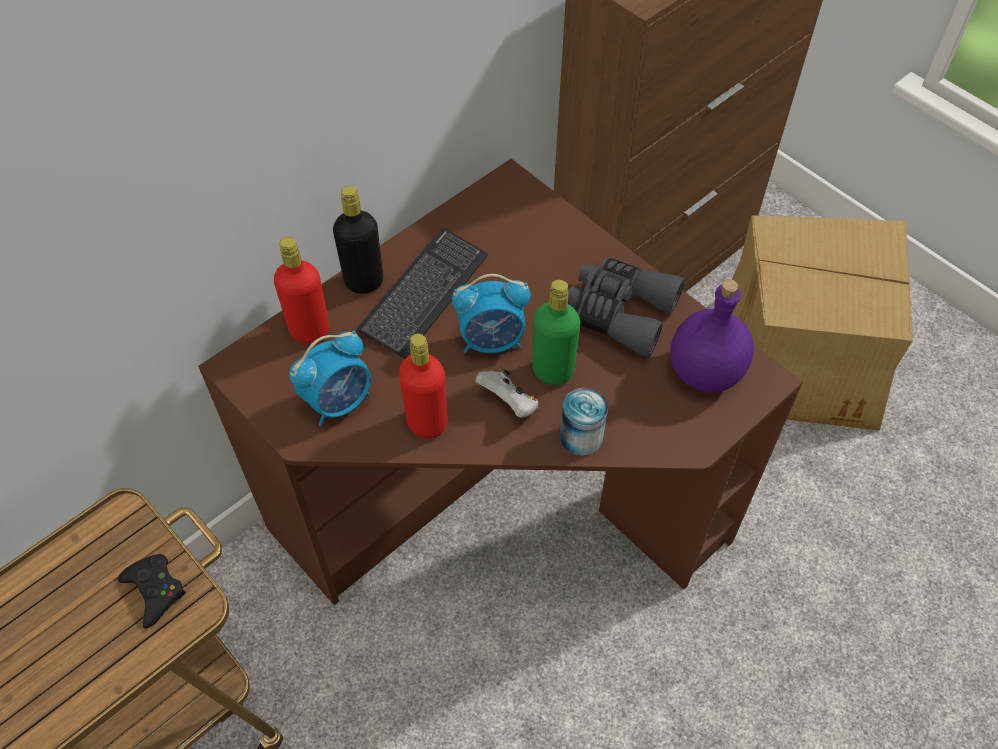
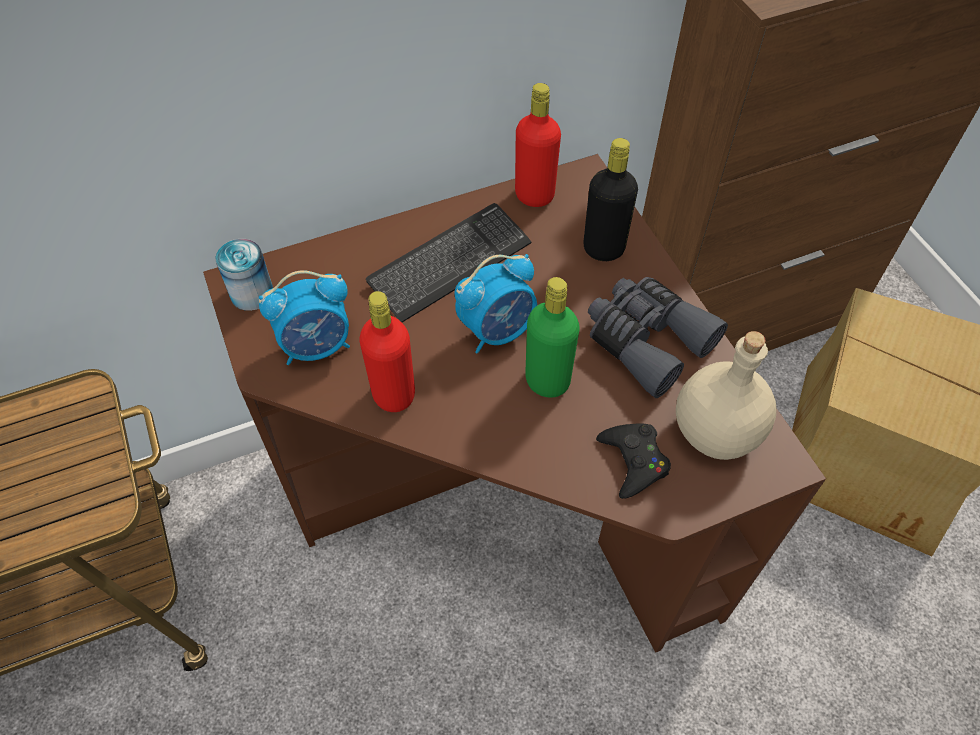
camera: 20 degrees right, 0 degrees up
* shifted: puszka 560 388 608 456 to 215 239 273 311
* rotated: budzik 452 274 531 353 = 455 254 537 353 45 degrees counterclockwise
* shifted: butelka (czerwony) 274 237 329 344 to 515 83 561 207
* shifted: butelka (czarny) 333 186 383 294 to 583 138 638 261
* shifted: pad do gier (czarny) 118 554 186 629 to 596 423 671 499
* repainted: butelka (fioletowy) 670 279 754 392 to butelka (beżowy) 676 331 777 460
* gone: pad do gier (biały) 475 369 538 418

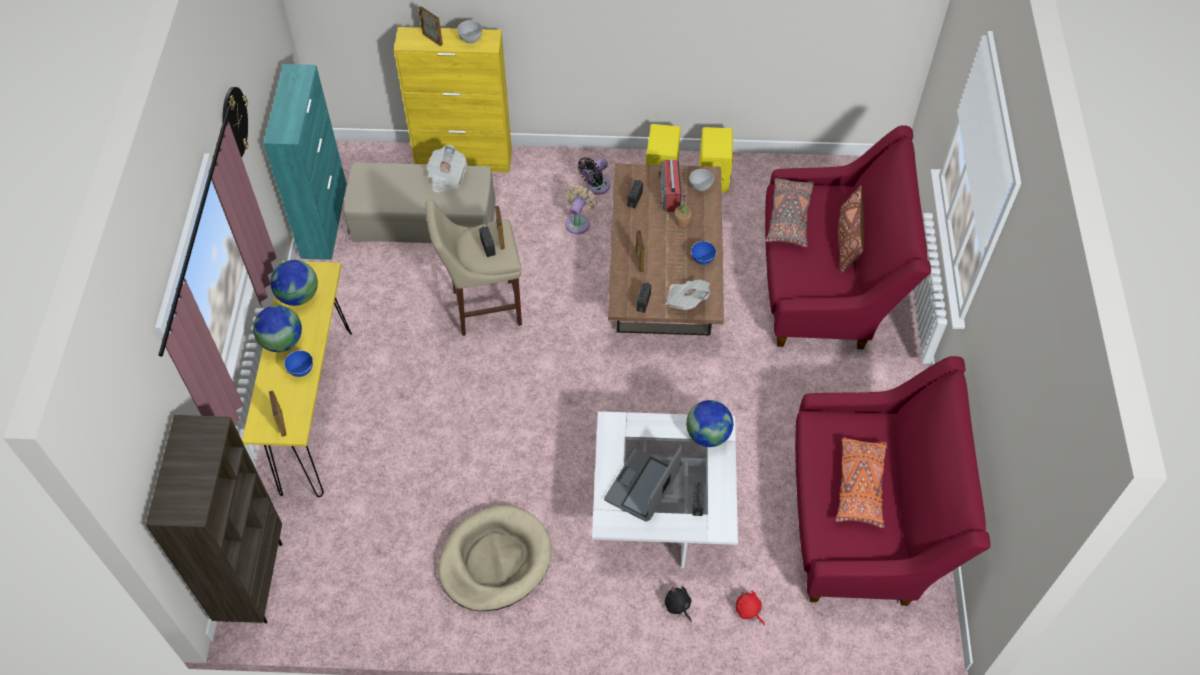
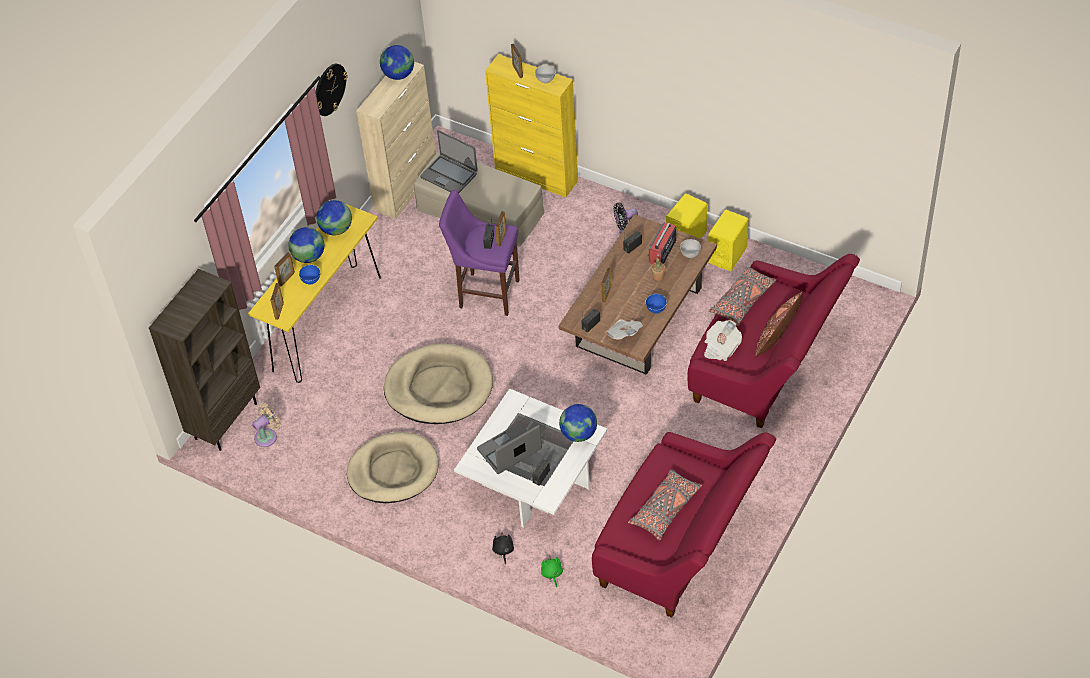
camera: 30 degrees right, 5 degrees down
* shifted: wentylator (beżowy) 565 185 597 234 to 252 403 281 447
* new: ramka na zdjęcie 274 252 295 286
* repainted: szafka (turkusowy) 263 64 347 260 to szafka (beżowy) 356 62 436 219
* new: globus 380 45 414 80
* new: legowisko (beżowy) 384 344 493 424
* new: laptop 420 130 478 193
* repainted: stołek (beżowy) 425 200 522 336 to stołek (fioletowy) 439 190 520 316
* repainted: pluszak (czerwony) 736 591 765 626 to pluszak (zielony) 541 555 563 588
* repainted: poduszka (pomarańczowy) 836 437 887 528 to poduszka (szary) 628 470 702 540
* shifted: gazeta 426 145 467 192 to 704 320 742 361

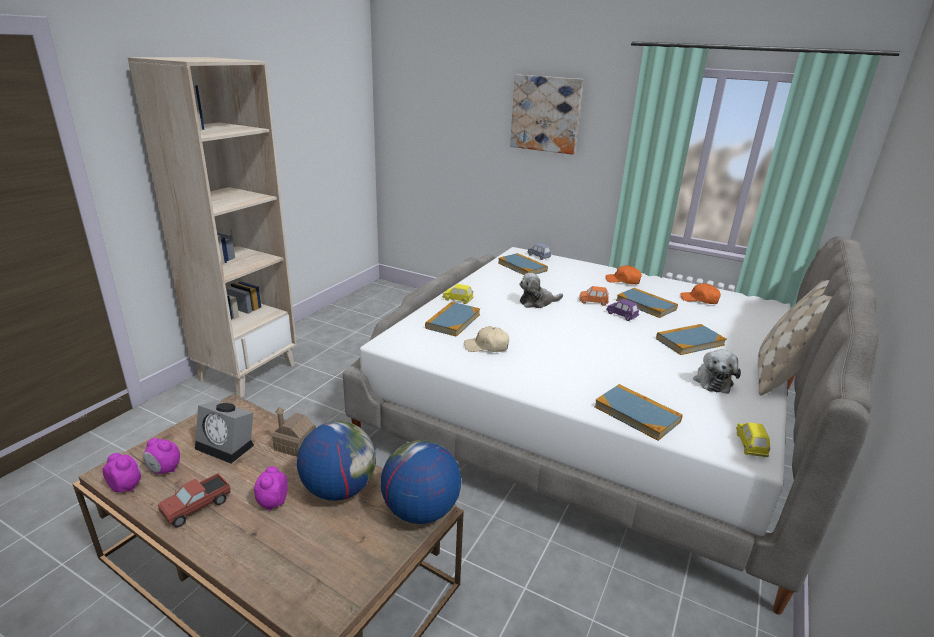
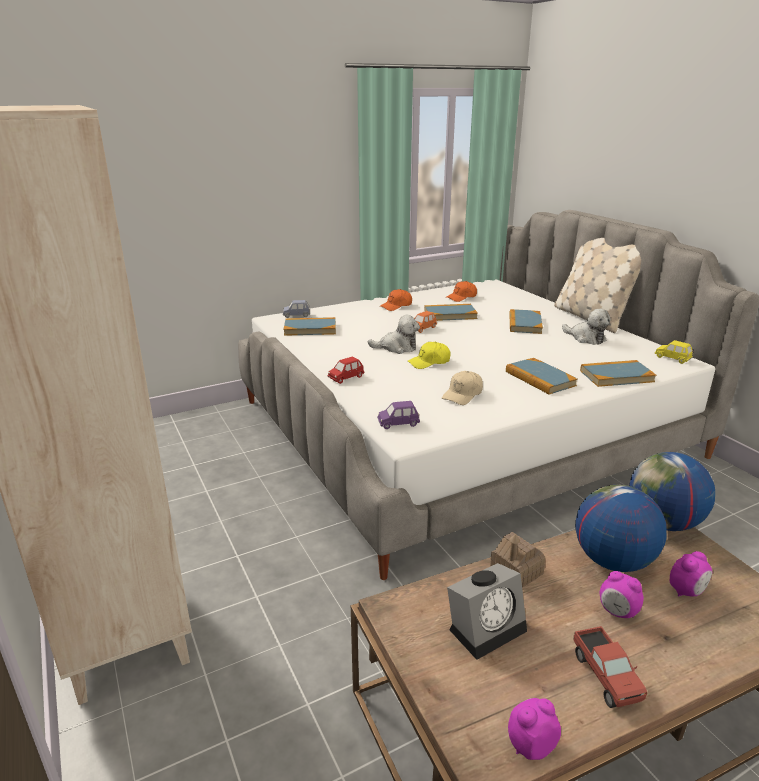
camera: 55 degrees left, 0 degrees up
* repainted: samochodzik (żółty) 442 284 474 304 to samochodzik (czerwony) 327 357 364 384
* rotated: pluszak 519 273 563 308 = 368 315 420 354 105 degrees counterclockwise
* shifted: samochodzik (fioletowy) 606 299 639 321 to 377 401 420 429
* new: czapka z daszkiem (żółty) 408 342 451 369
* shifted: książka 425 302 480 337 to 506 358 578 395
* shifted: budzik 143 438 180 474 to 670 551 712 596
* gone: obraz 510 75 584 155

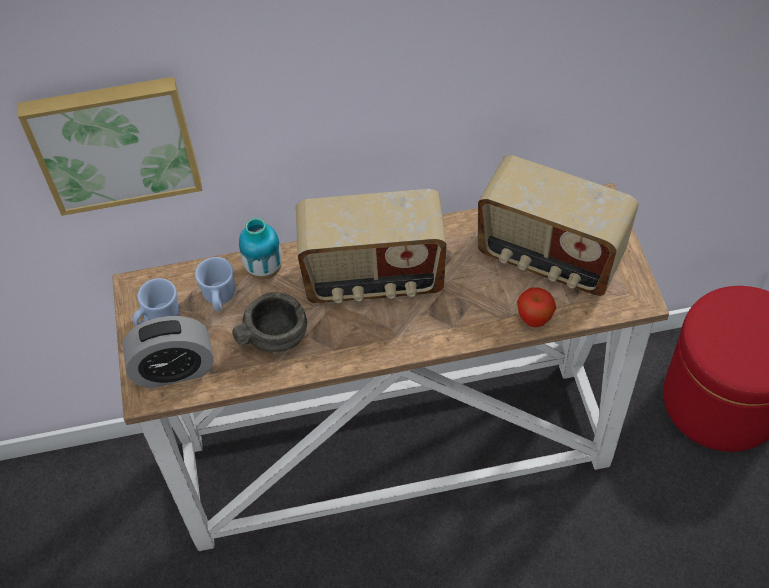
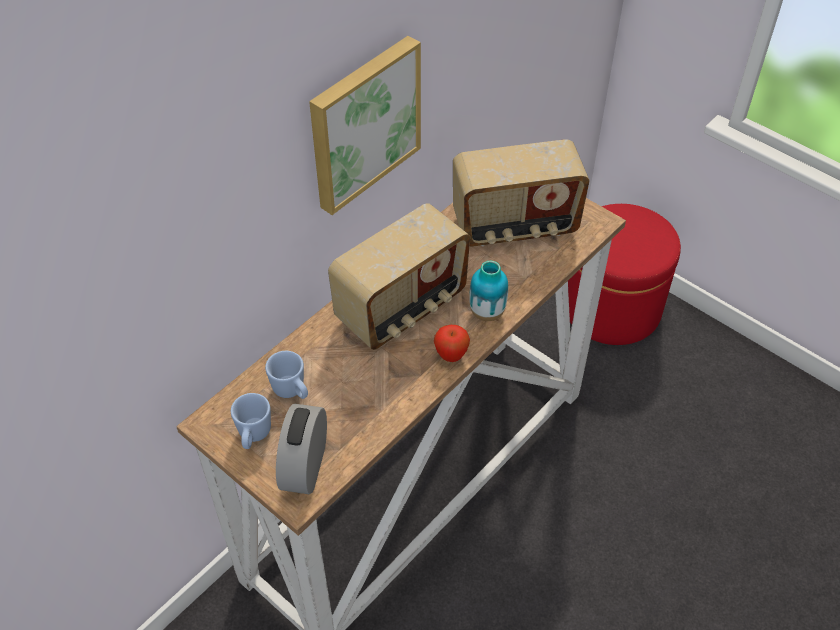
camera: 40 degrees left, 5 degrees down
* rotated: budzik 122 316 213 388 = 276 404 327 494 150 degrees clockwise
* shifted: obraz 18 77 202 216 to 309 36 421 215
* shifted: jabłko 517 287 556 327 to 434 325 470 362
* shifted: wazon 239 218 282 280 to 469 261 508 321
* gone: miska (szary) 232 292 307 352

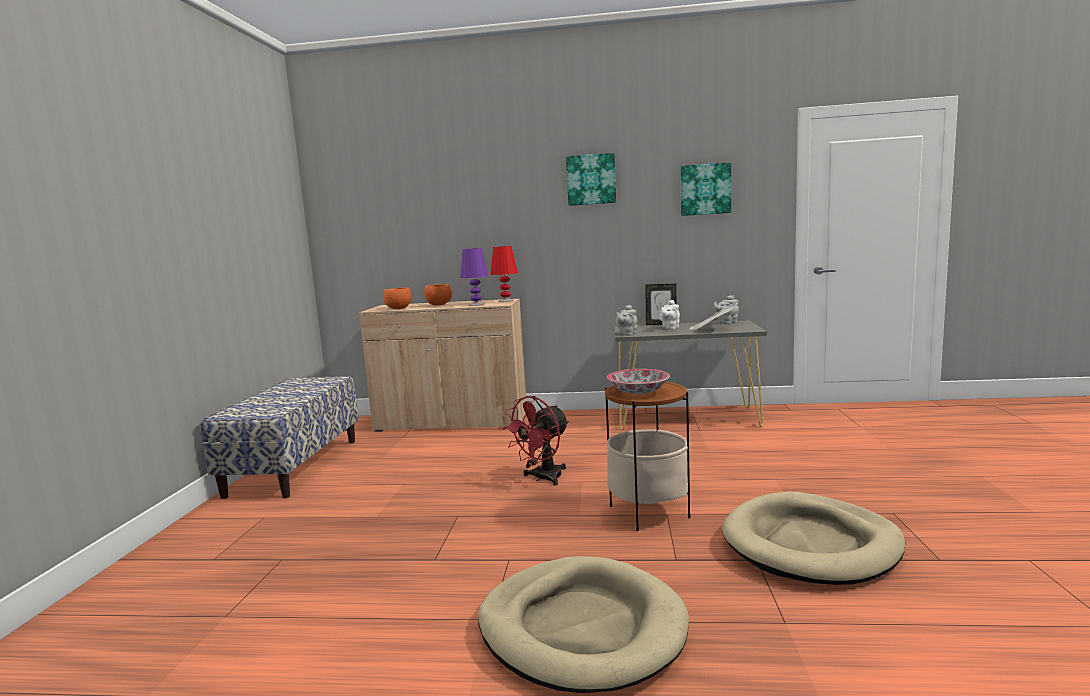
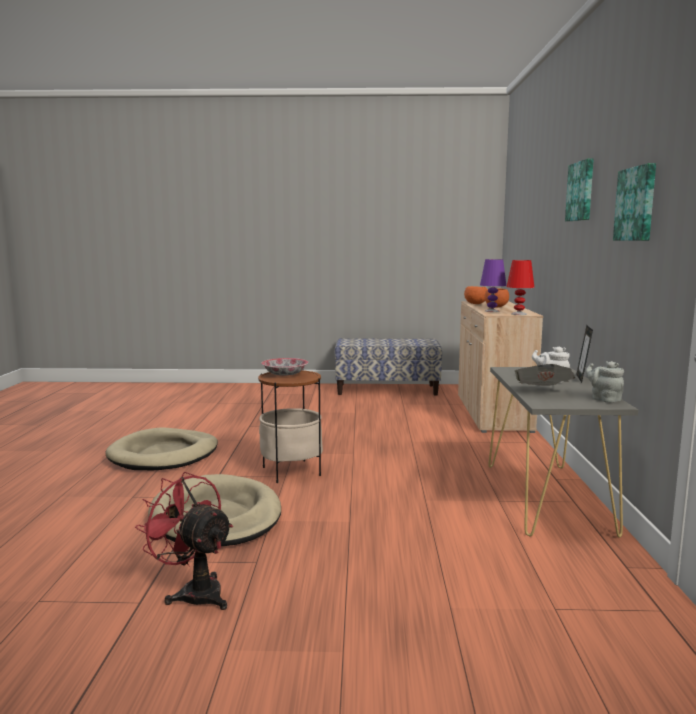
camera: 85 degrees right, 0 degrees up
* shifted: wentylator (czerwony) 502 396 569 485 to 135 472 233 610
* gone: imbryk (szary) 616 305 637 336

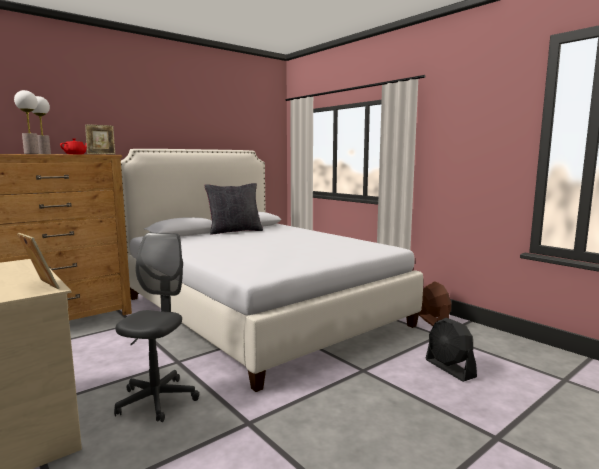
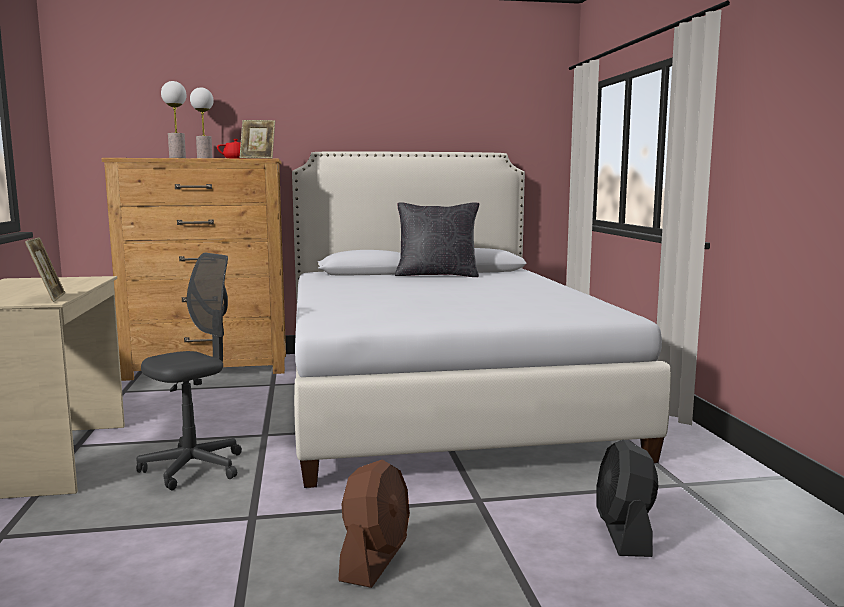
camera: 30 degrees right, 0 degrees up
* shifted: wentylator (brązowy) 419 281 451 326 to 338 460 410 588

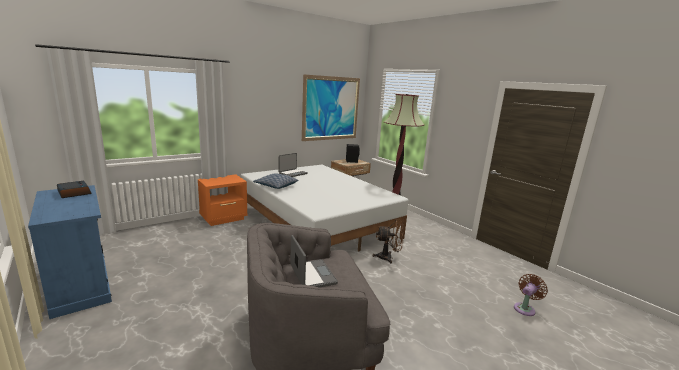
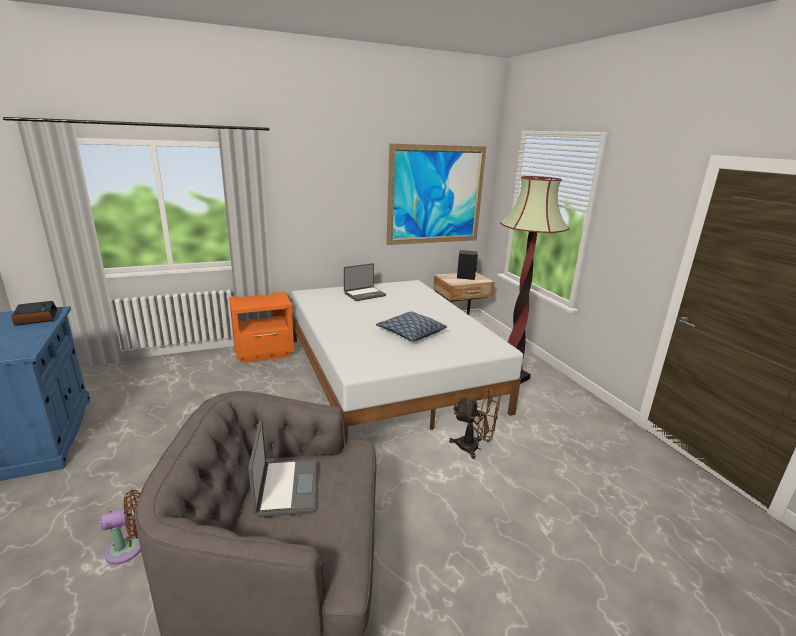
camera: 15 degrees right, 5 degrees up
* shifted: wentylator (brązowy) 514 274 548 316 to 100 490 141 564
* shifted: poduszka 253 173 299 189 to 376 311 447 342

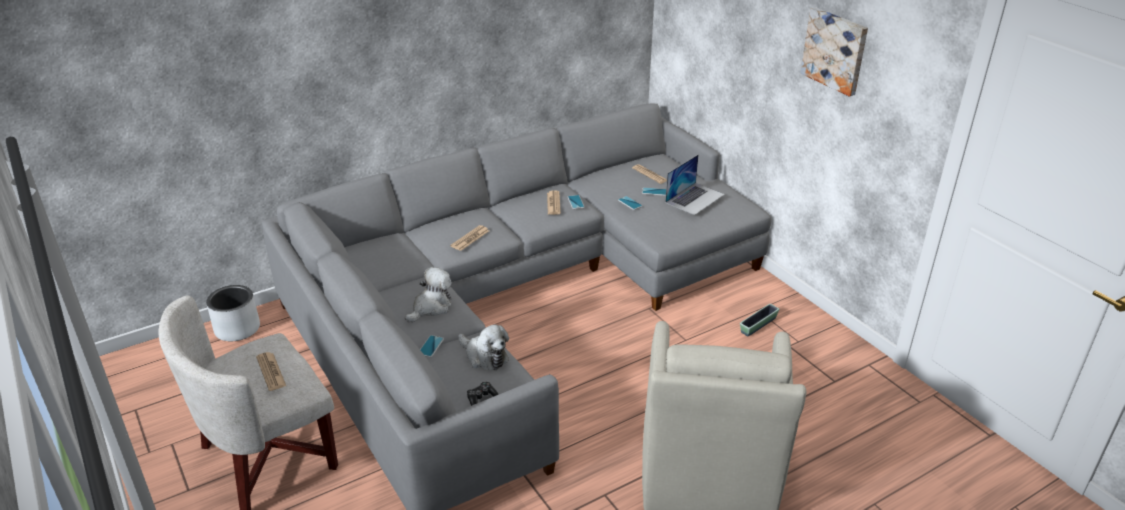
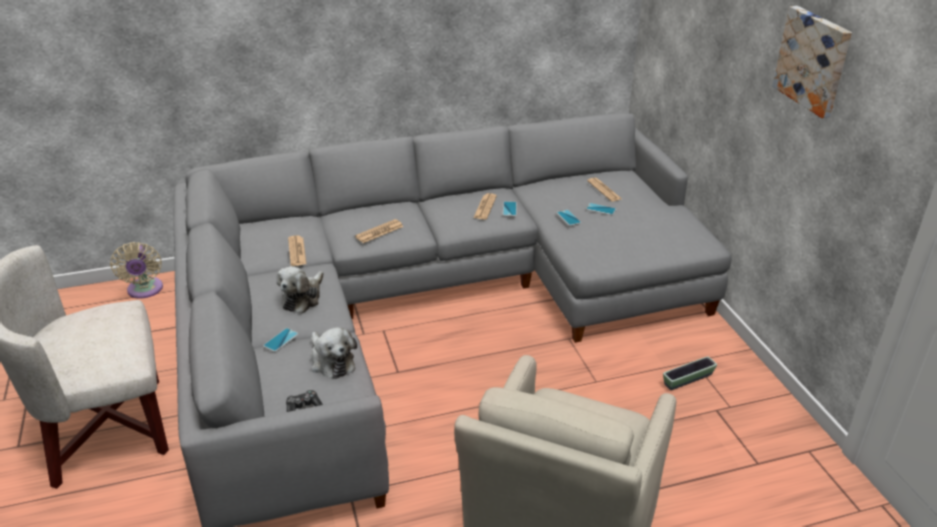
camera: 15 degrees right, 0 degrees up
* swapped: donica (szary) 206 285 260 341 to wentylator (beżowy) 110 242 163 299
* rotated: pluszak 405 267 451 322 = 276 266 324 314 150 degrees clockwise
* shifted: gazeta 256 352 286 391 to 288 235 306 266
* gone: laptop 665 154 725 215

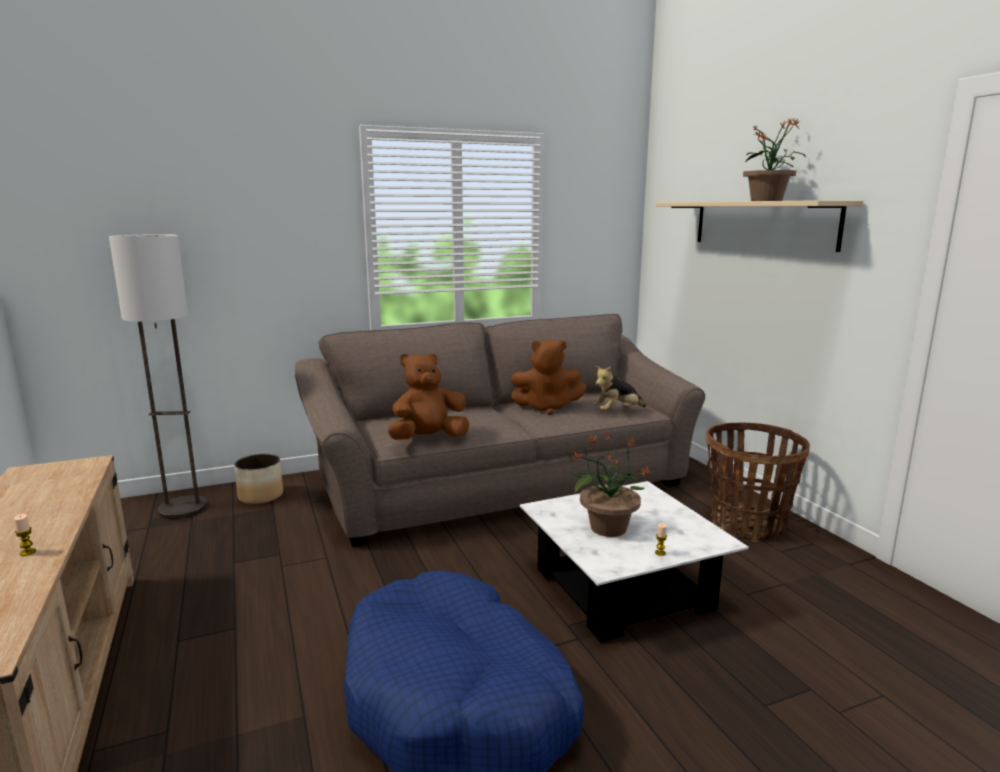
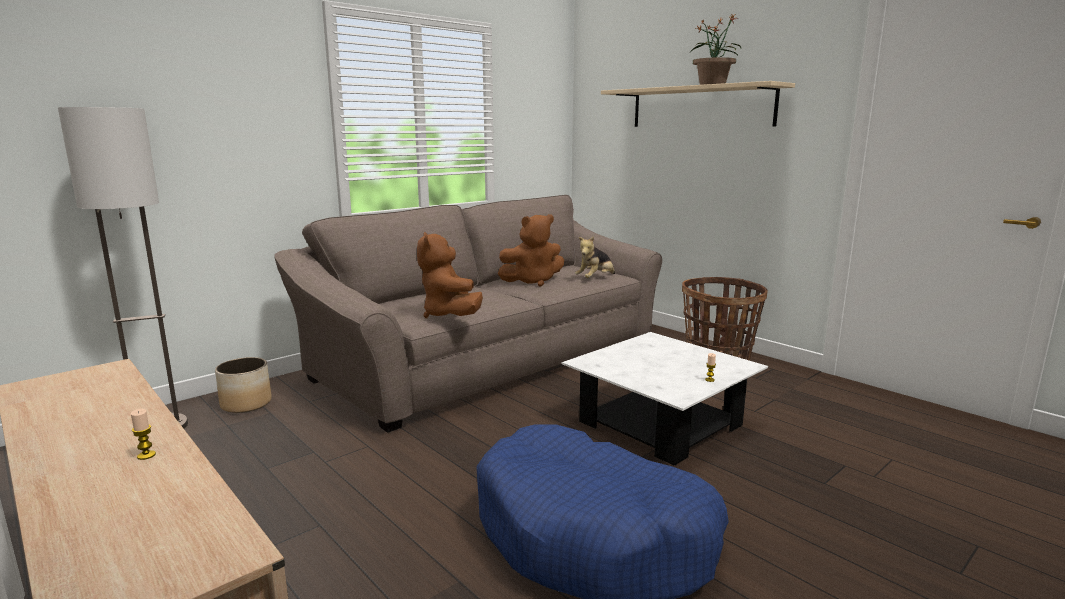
camera: 20 degrees left, 0 degrees up
* rotated: pluszak (brązowy) 388 353 469 440 = 417 232 483 318 60 degrees counterclockwise
* gone: roślina doniczkowa 569 432 653 537

